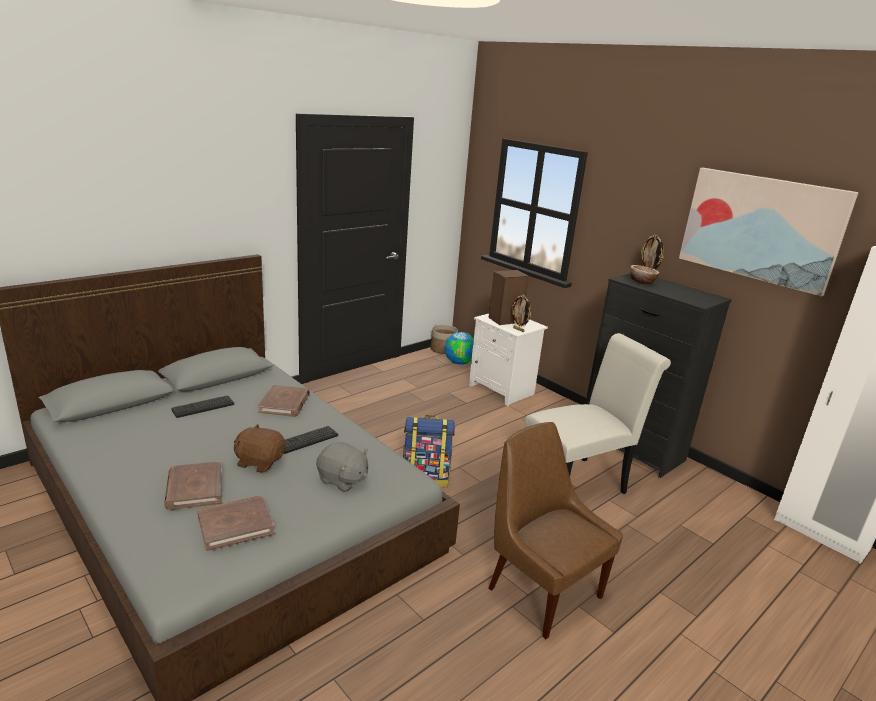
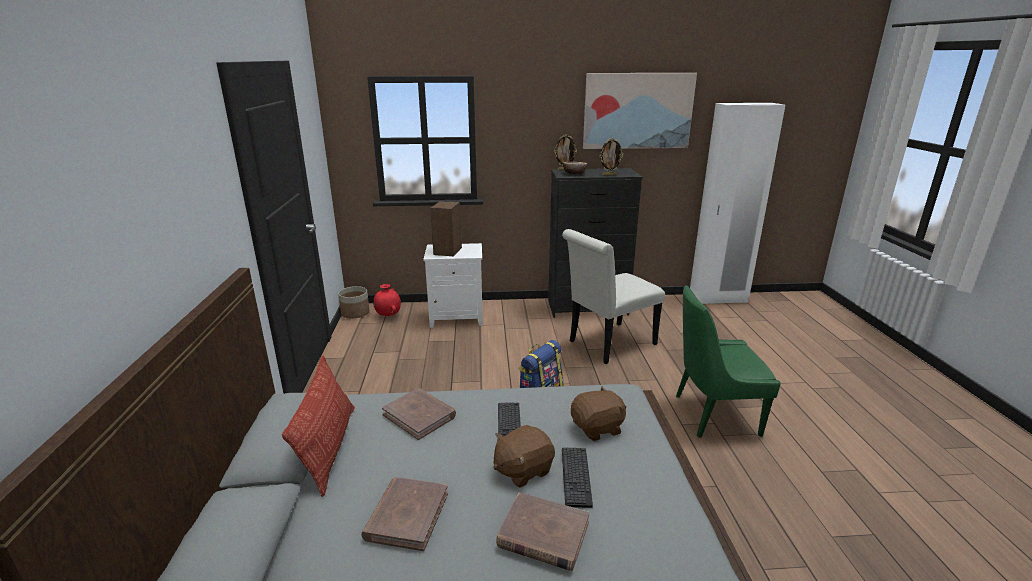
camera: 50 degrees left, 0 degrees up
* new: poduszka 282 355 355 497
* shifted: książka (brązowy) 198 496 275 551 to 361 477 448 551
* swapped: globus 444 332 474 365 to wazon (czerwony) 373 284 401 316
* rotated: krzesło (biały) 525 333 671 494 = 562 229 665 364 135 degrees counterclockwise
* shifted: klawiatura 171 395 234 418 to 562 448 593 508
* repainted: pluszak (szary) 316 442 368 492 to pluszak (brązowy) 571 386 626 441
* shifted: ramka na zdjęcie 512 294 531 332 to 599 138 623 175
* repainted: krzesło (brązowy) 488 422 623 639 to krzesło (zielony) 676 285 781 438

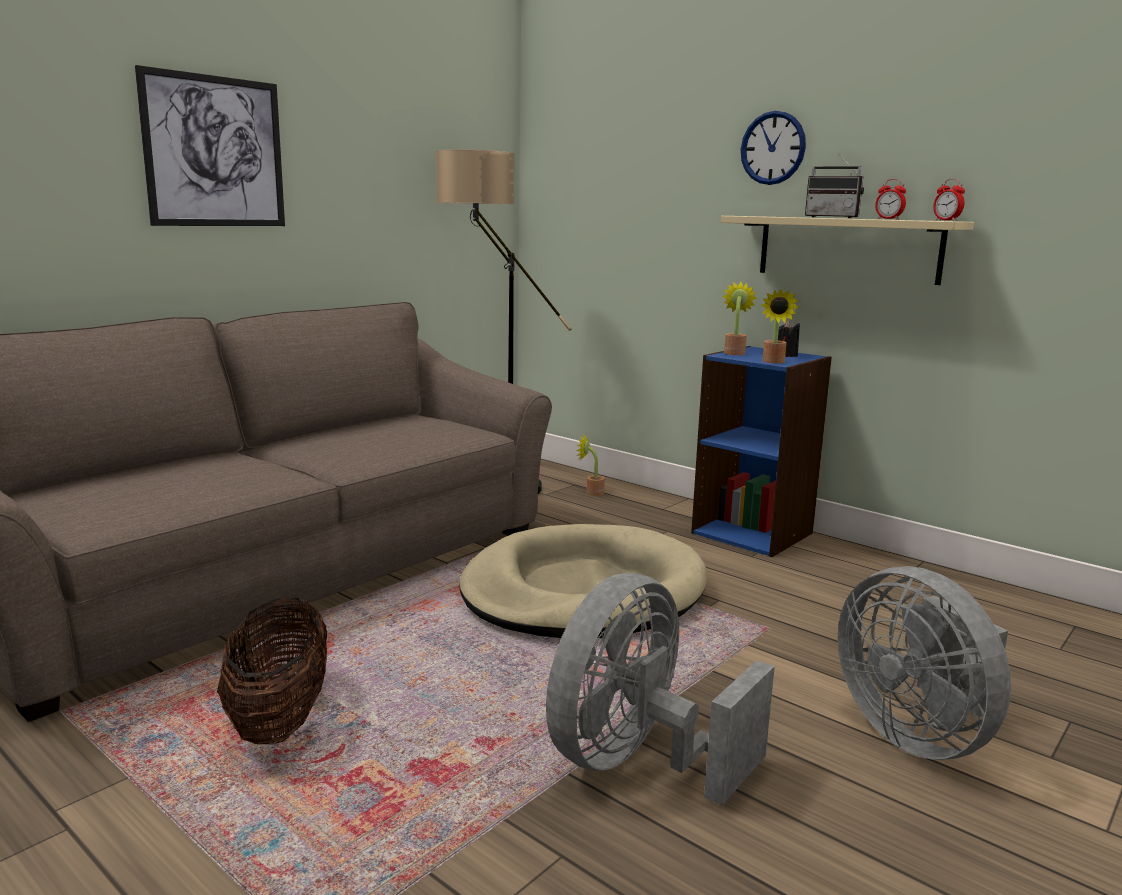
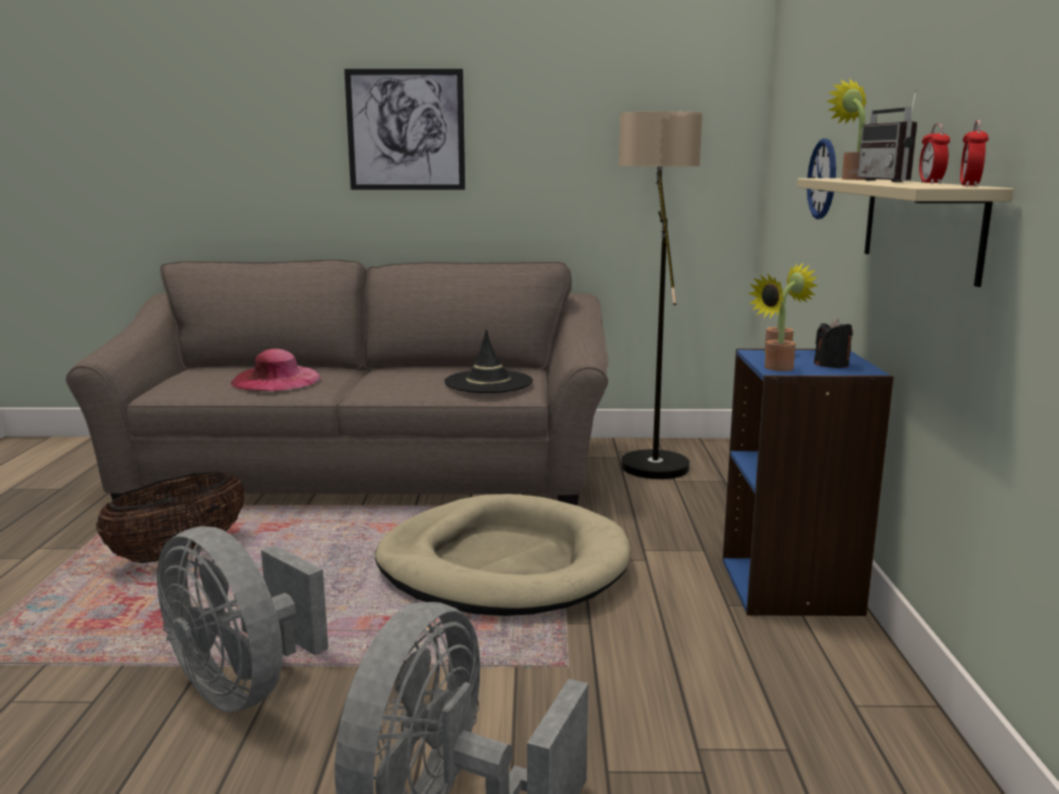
camera: 50 degrees right, 0 degrees up
* rotated: wentylator (szary) 546 573 775 805 = 157 526 328 712 135 degrees counterclockwise
* new: kapelusz (różowy) 231 349 321 391
* new: kapelusz (czarny) 444 329 533 393
* shifted: zegar ścienny 741 111 806 185 to 807 138 836 219
* shifted: roślina doniczkowa 576 435 605 496 to 826 79 866 180

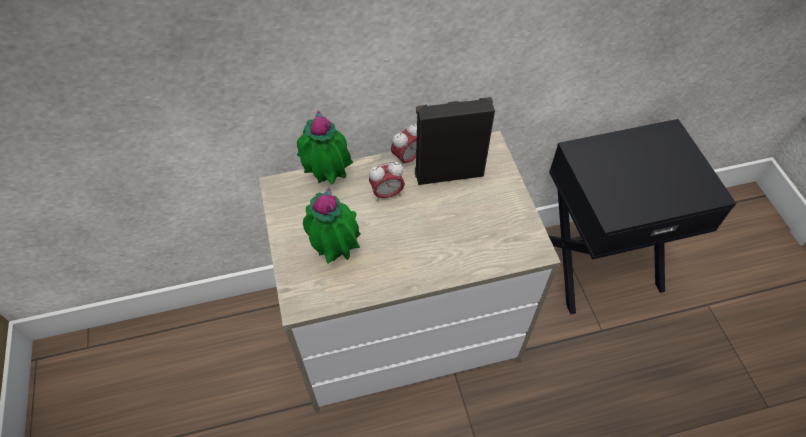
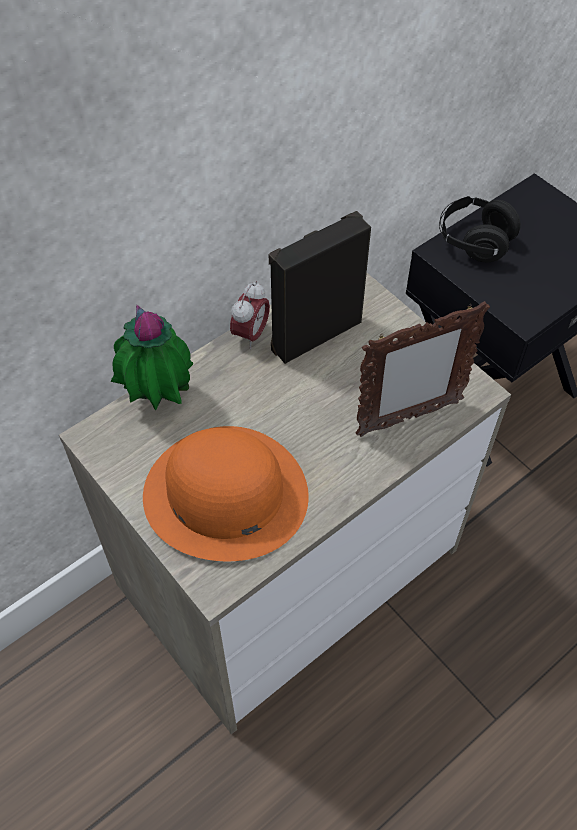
camera: 25 degrees left, 0 degrees up
* swapped: roślina doniczkowa 303 187 361 264 to kapelusz (pomarańczowy) 143 426 309 561
* new: ramka na zdjęcie 355 301 490 437
* new: słuchawki (czarny) 439 196 521 262
* gone: budzik 369 161 405 201

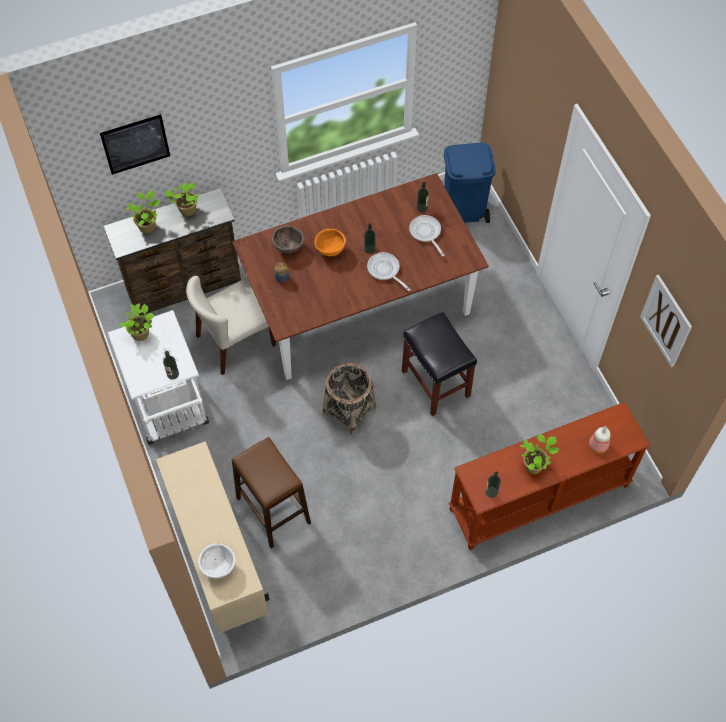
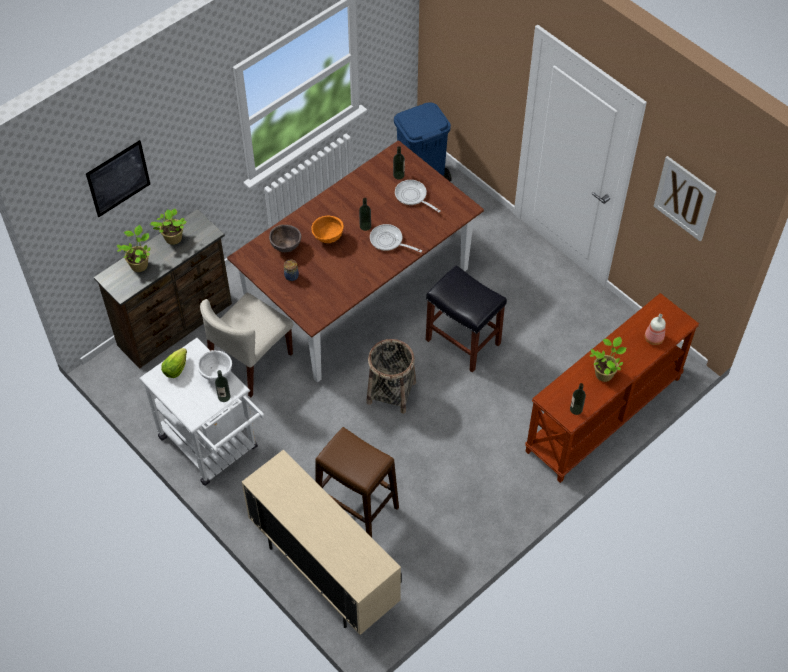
camera: 20 degrees left, 5 degrees down
* swapped: roślina doniczkowa 119 303 154 341 to sałata 161 348 187 378
* shifted: miska (biały) 198 543 235 579 to 197 350 232 381

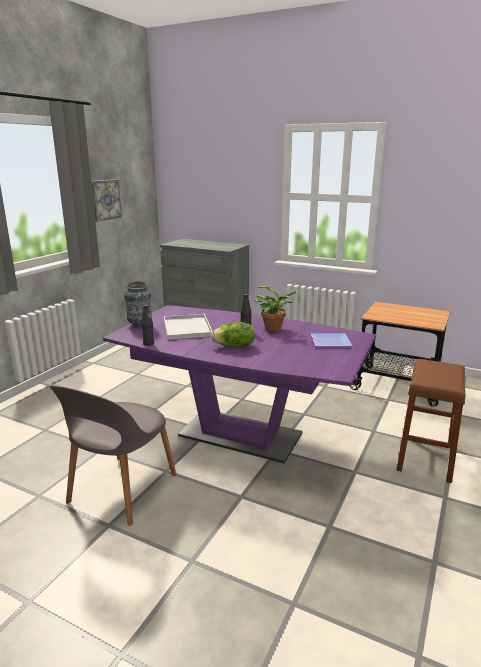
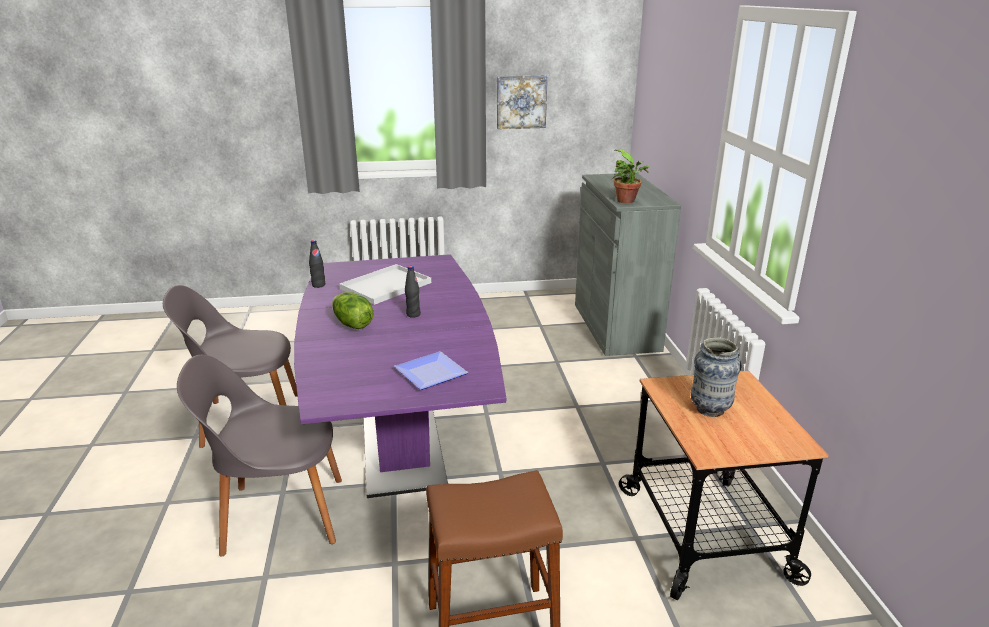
camera: 55 degrees right, 5 degrees up
* new: krzesło (szary) 177 355 342 556
* shifted: roślina doniczkowa 255 286 299 332 to 612 149 649 203
* shifted: wazon 124 281 152 328 to 691 337 741 417

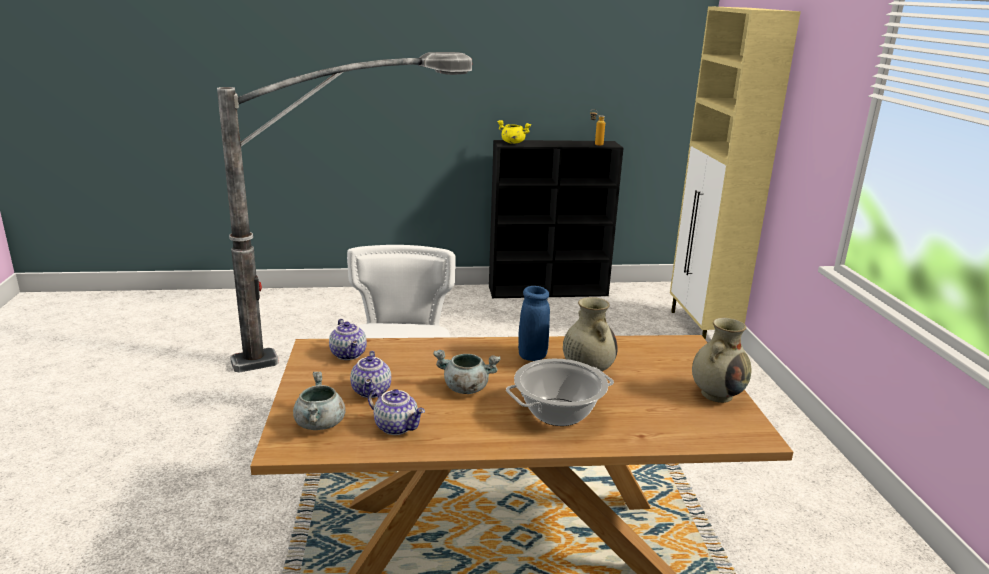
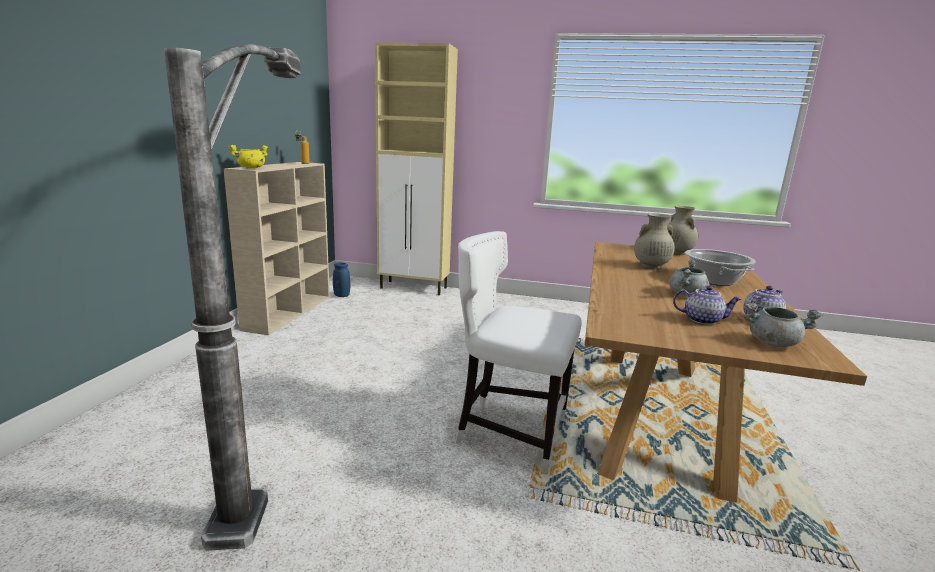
camera: 70 degrees left, 5 degrees down
* repainted: regał (czarny) 489 140 623 298 to regał (beżowy) 224 162 330 335
* shifted: wazon (niebieski) 518 286 550 361 to 333 263 350 297
* gone: imbryk 329 319 367 360

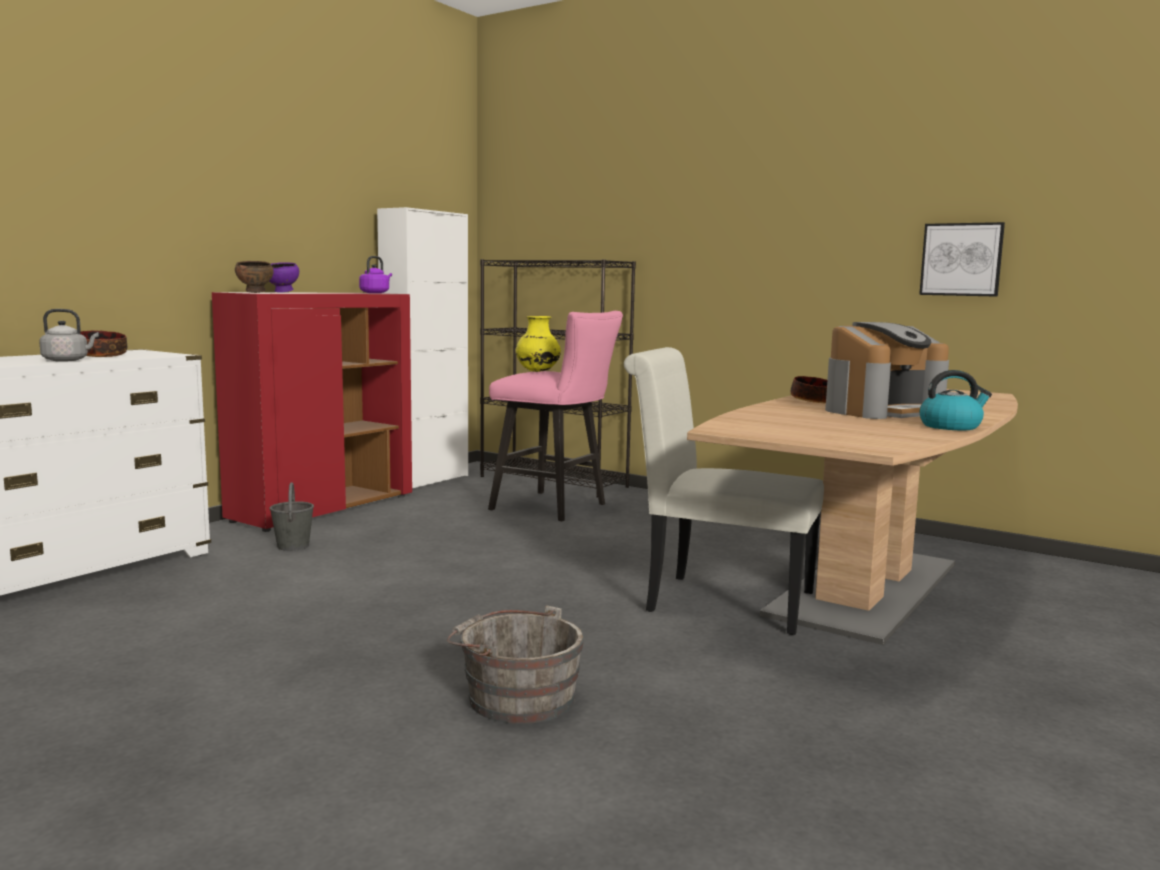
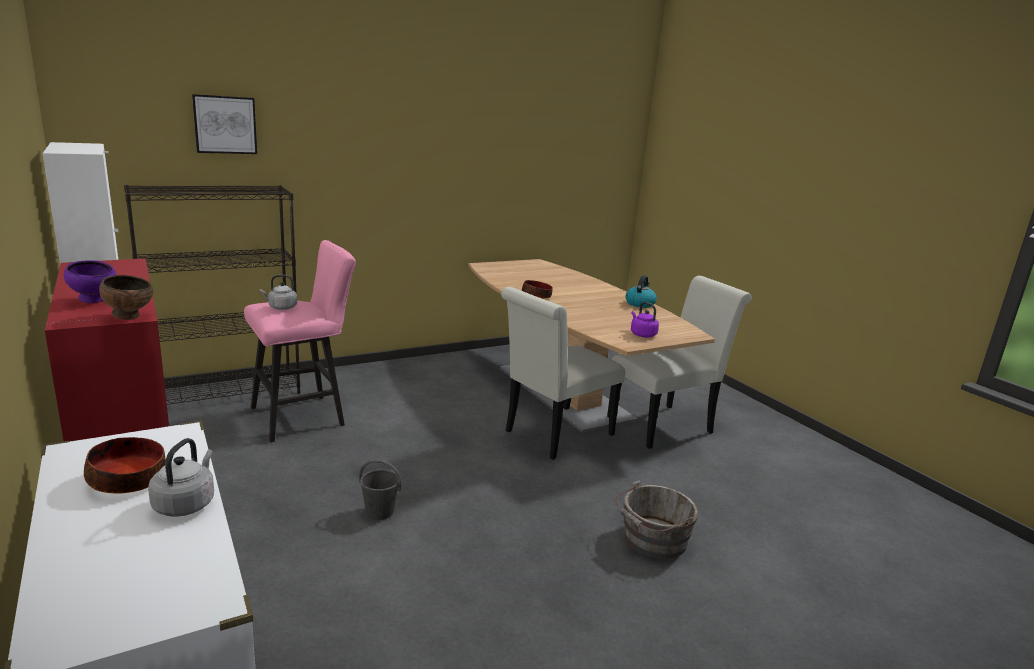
camera: 65 degrees left, 10 degrees up
* shifted: obraz 919 222 1005 297 to 192 94 257 154
* swapped: wazon (żółty) 515 316 561 372 to czajnik (szary) 260 275 297 310
* shifted: wiadro (szary) 270 482 314 551 to 359 459 402 520
* new: krzesło (biały) 607 276 752 449
* shifted: czajnik (fioletowy) 359 256 392 293 to 631 302 659 337
* gone: ekspres do kawy 825 322 949 419

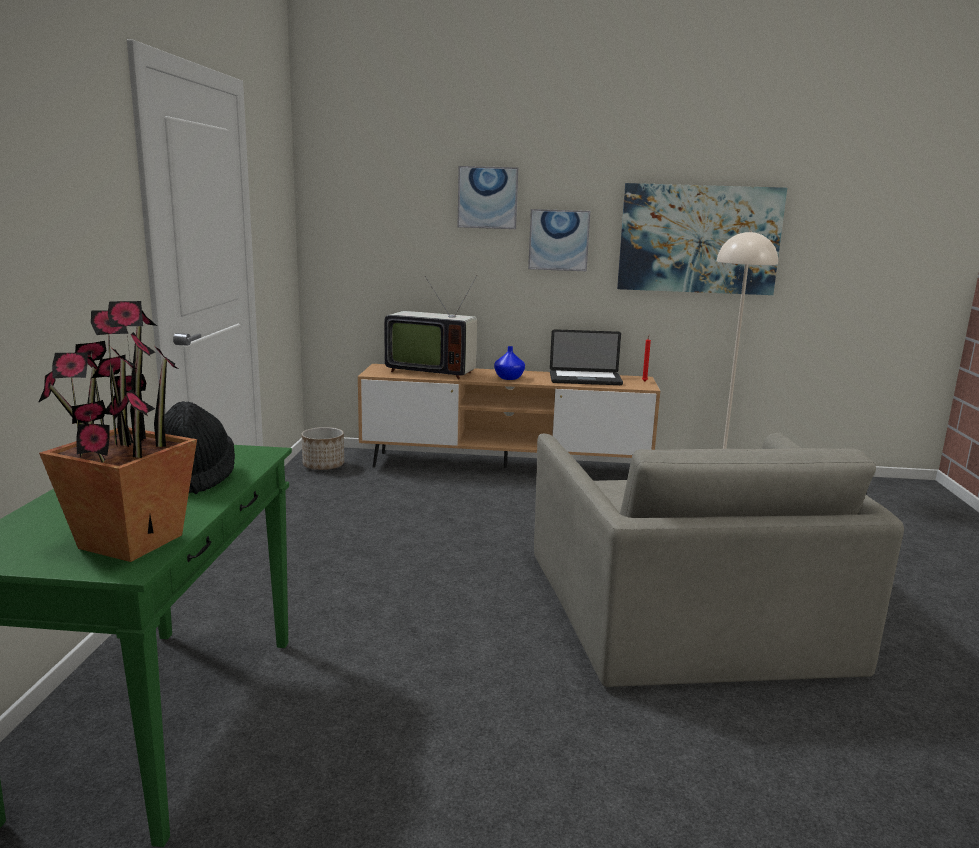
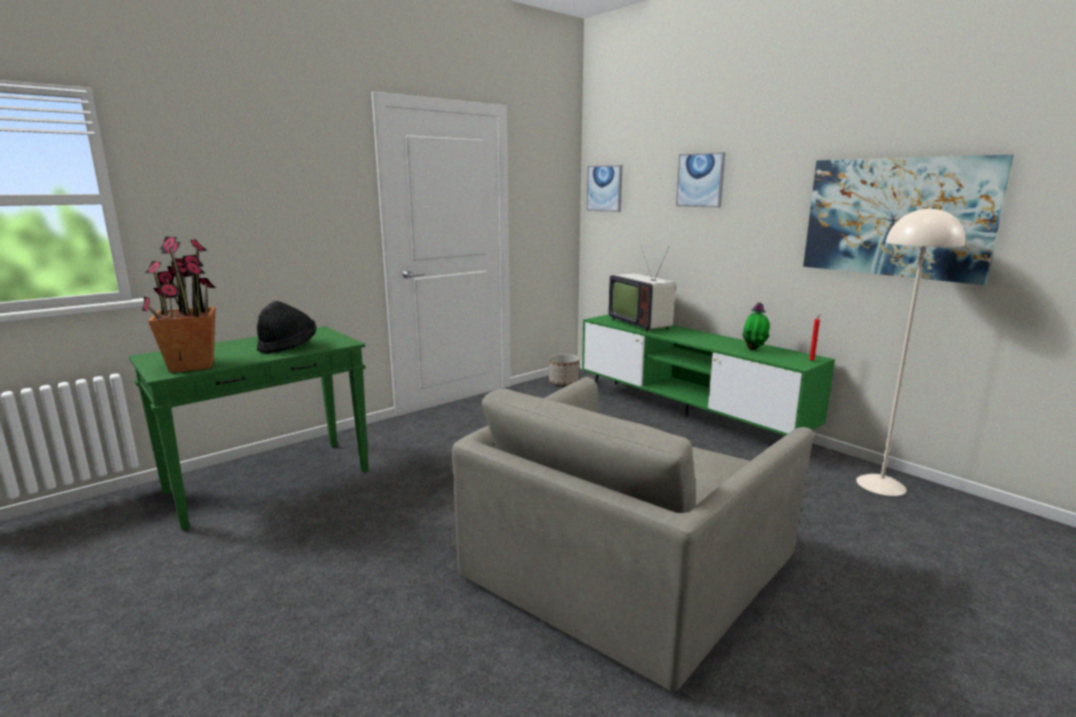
camera: 45 degrees right, 0 degrees up
* repainted: szafka pod telewizor (brązowy) 358 364 660 468 to szafka pod telewizor (zielony) 582 314 835 436
* shifted: obraz 528 209 590 271 to 587 165 623 212
* swapped: laptop 550 329 623 385 to roślina doniczkowa 742 303 770 350
* gone: wazon (niebieski) 494 346 525 380

